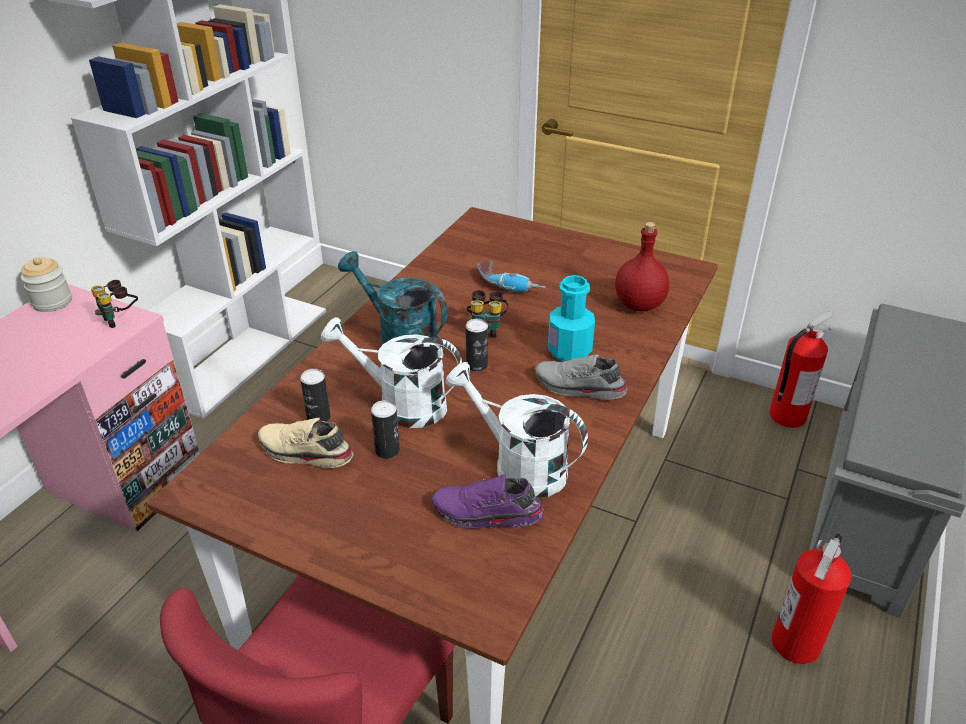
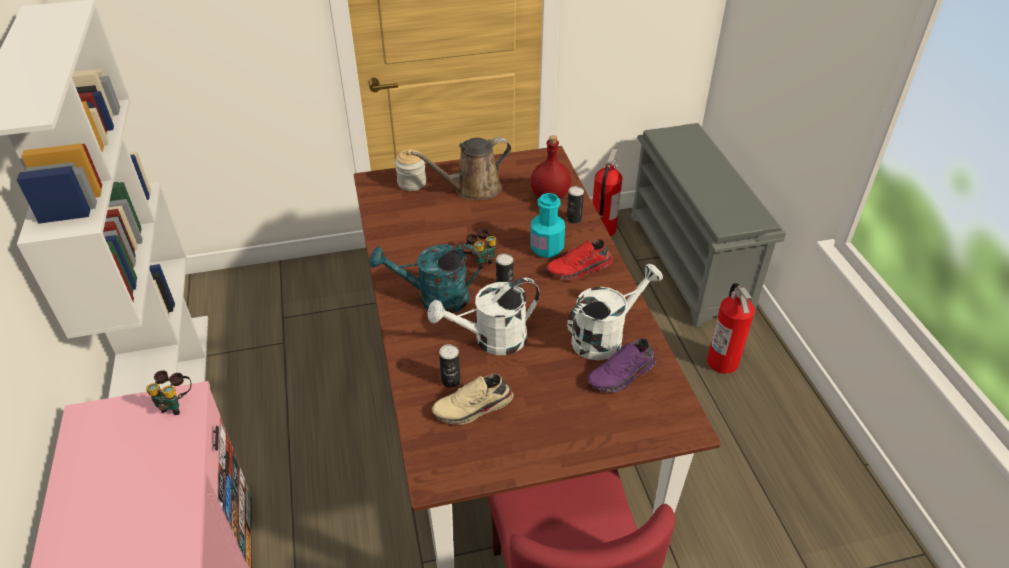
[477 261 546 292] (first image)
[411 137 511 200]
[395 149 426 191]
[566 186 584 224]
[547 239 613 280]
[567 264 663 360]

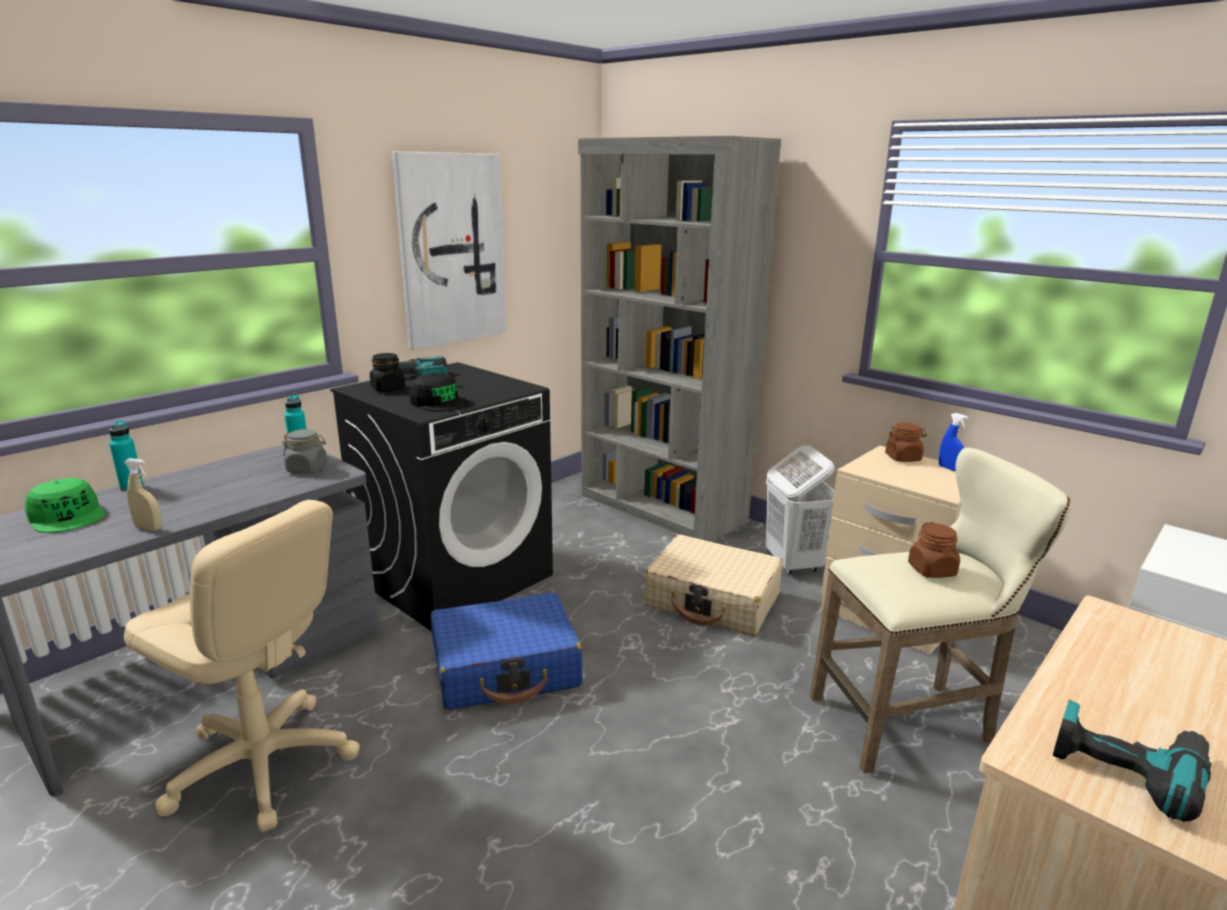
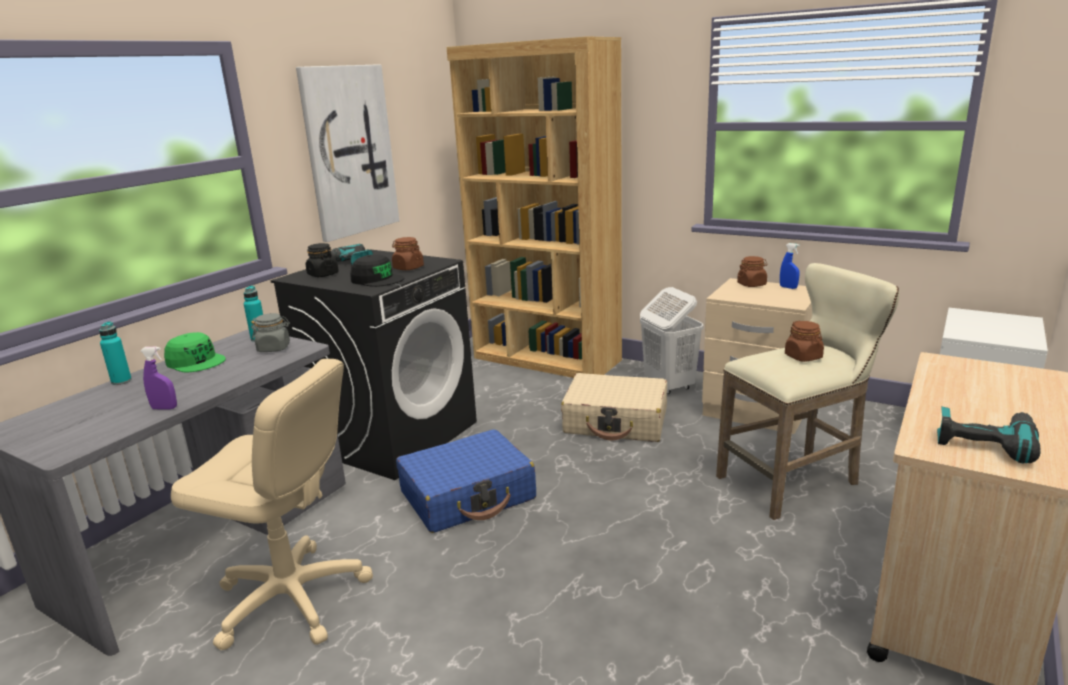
[392 237 424 270]
[164 332 226 372]
[140 346 177 409]
[447 36 622 378]

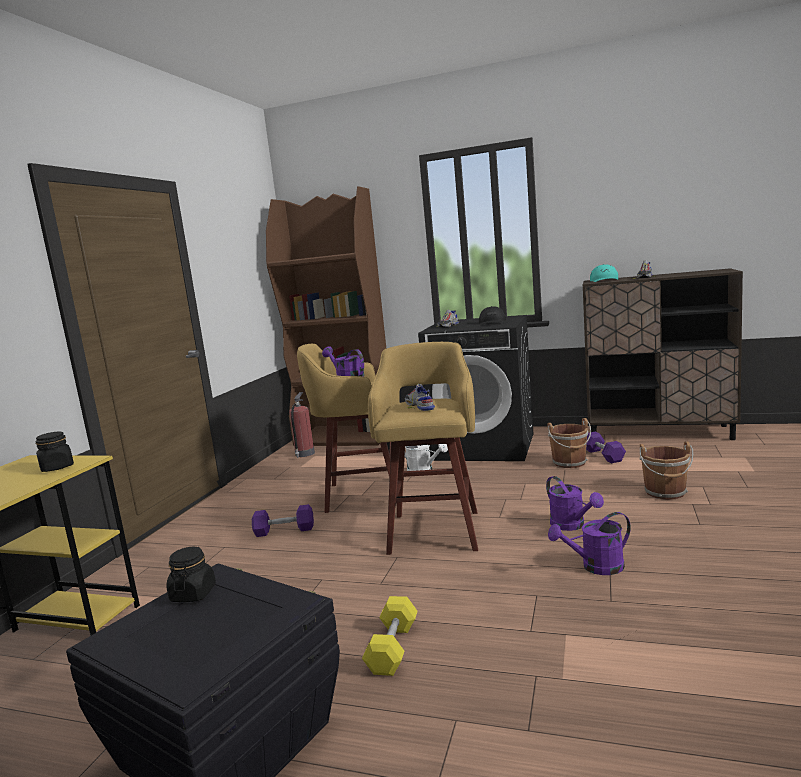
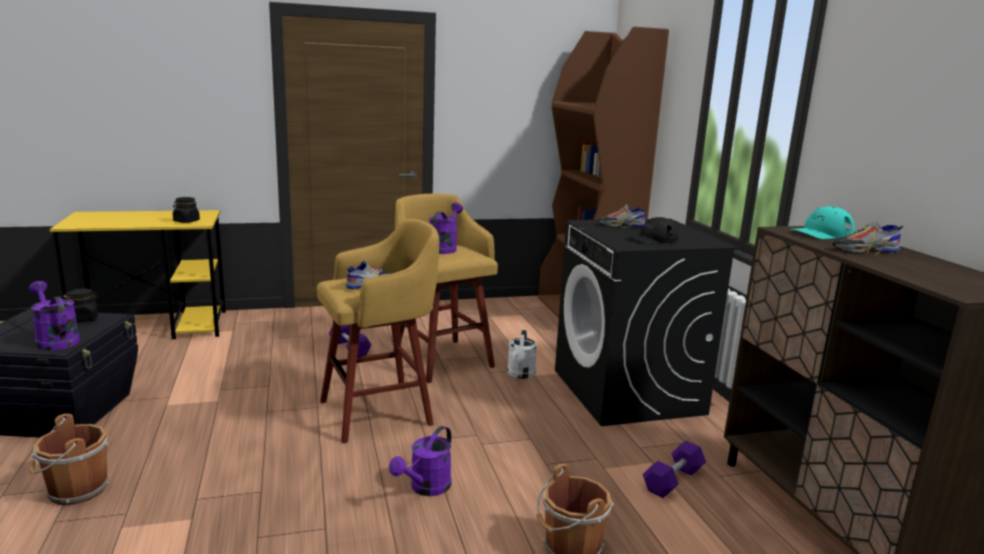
[289 392 315 458] (first image)
[362 596 418 676] (first image)
[29 414 109 505]
[29 281 80 351]

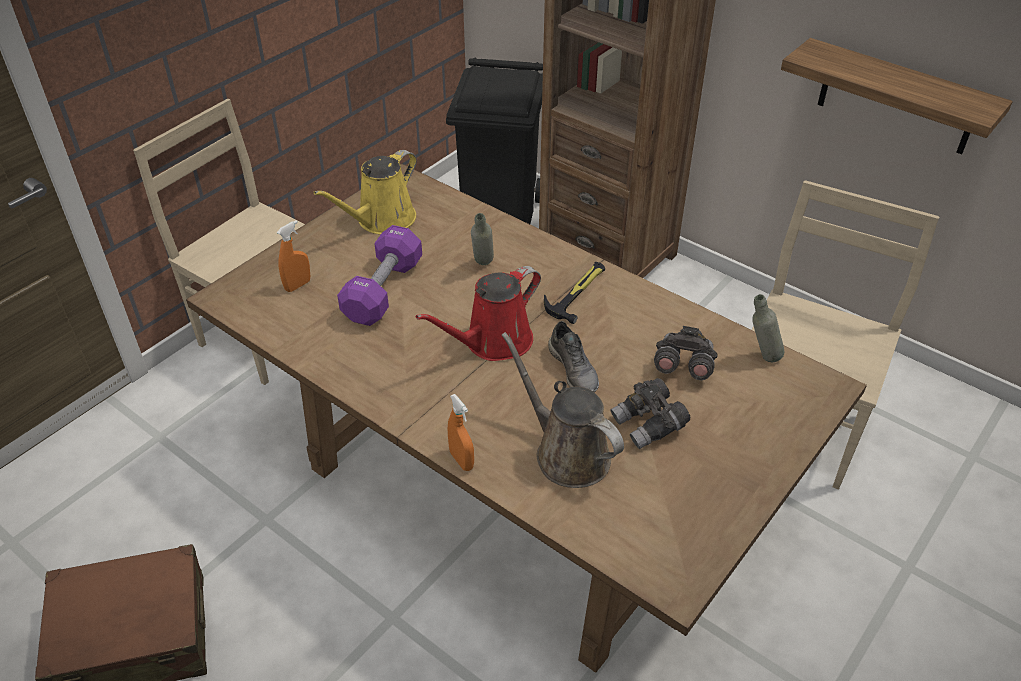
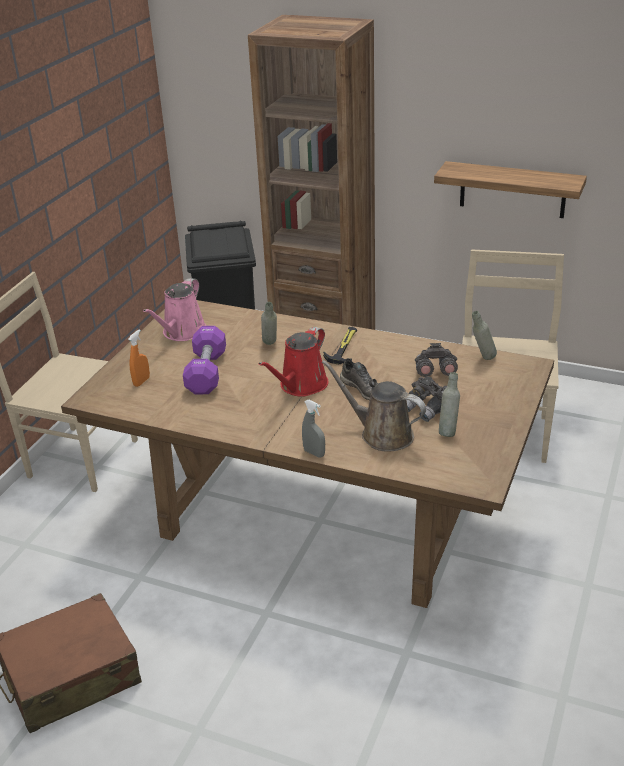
[439 372 460 437]
[143 278 206 341]
[302 400 325 457]

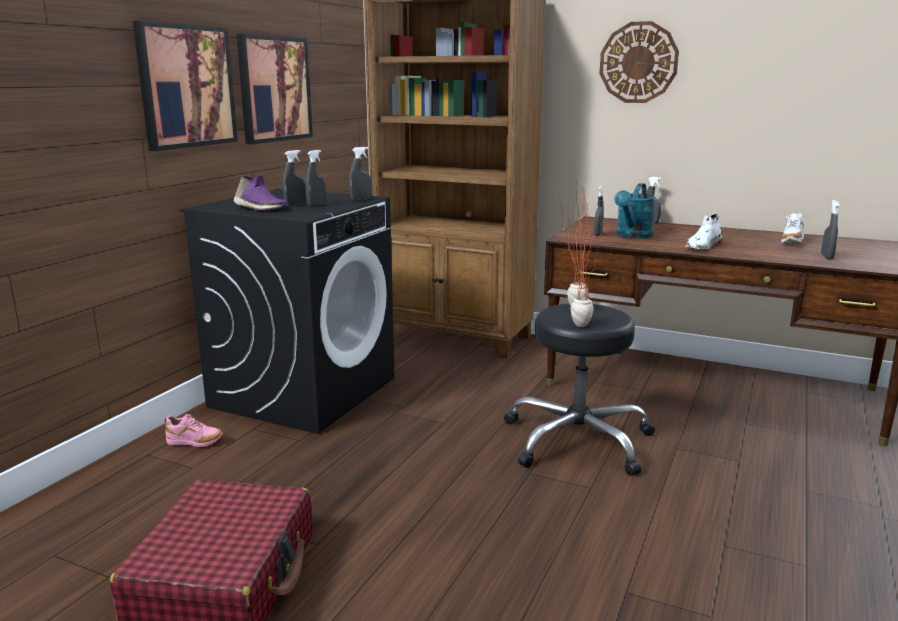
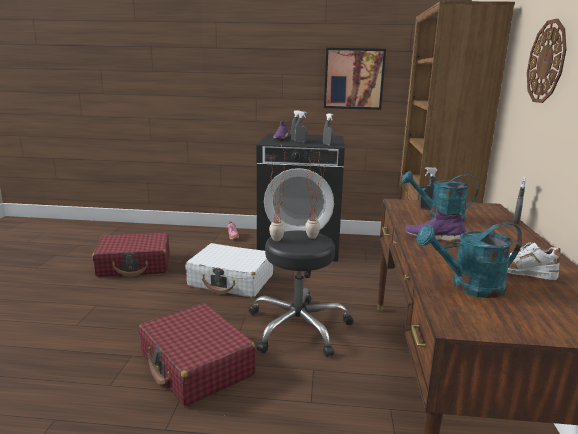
[133 20 238 151] (first image)
[139 303 256 407]
[185 243 273 298]
[416 222 522 298]
[405 209 466 243]

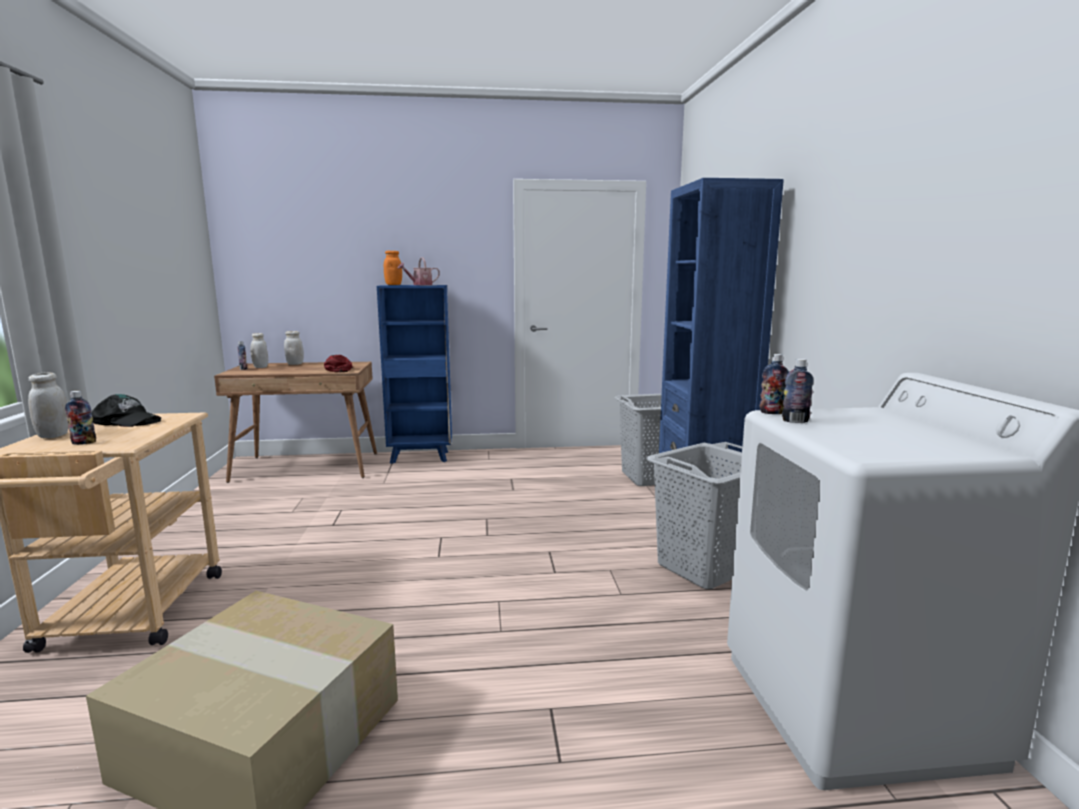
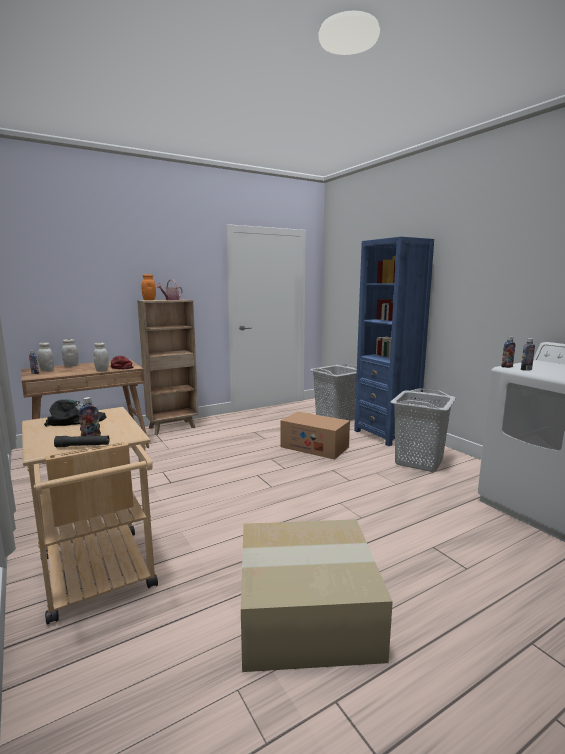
[54 436 110 447]
[281 411 350 460]
[94 342 109 372]
[137 299 198 435]

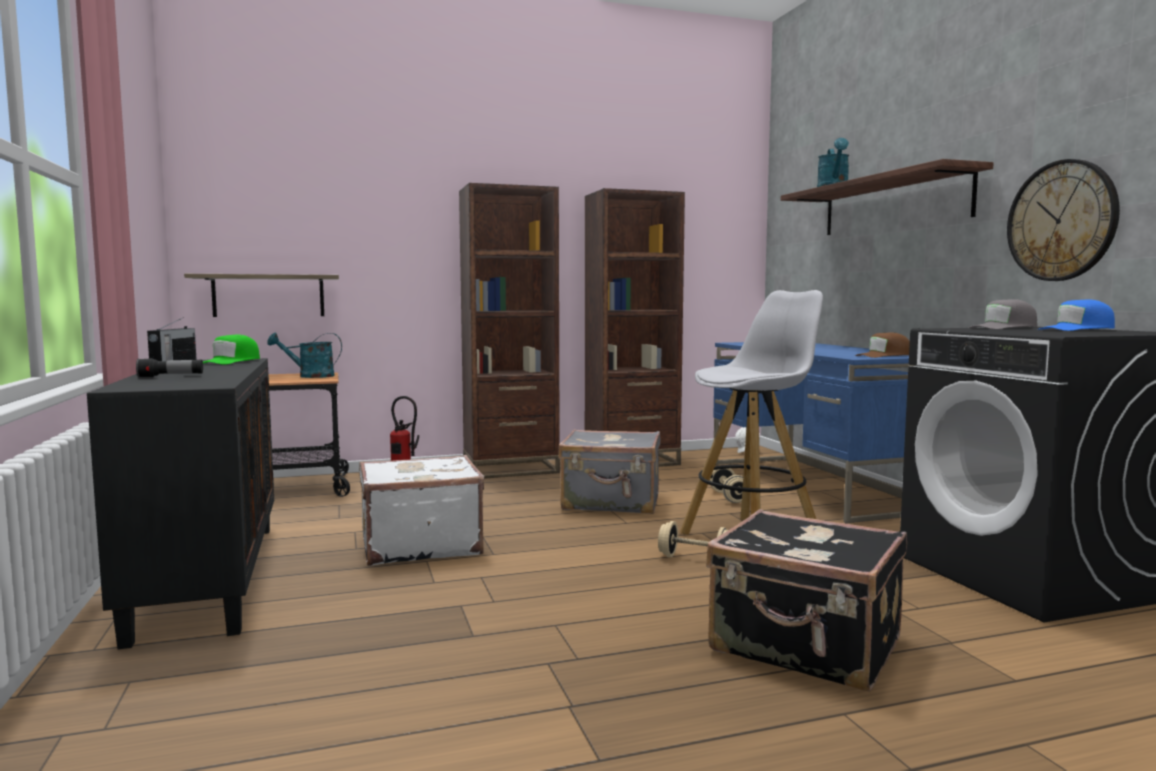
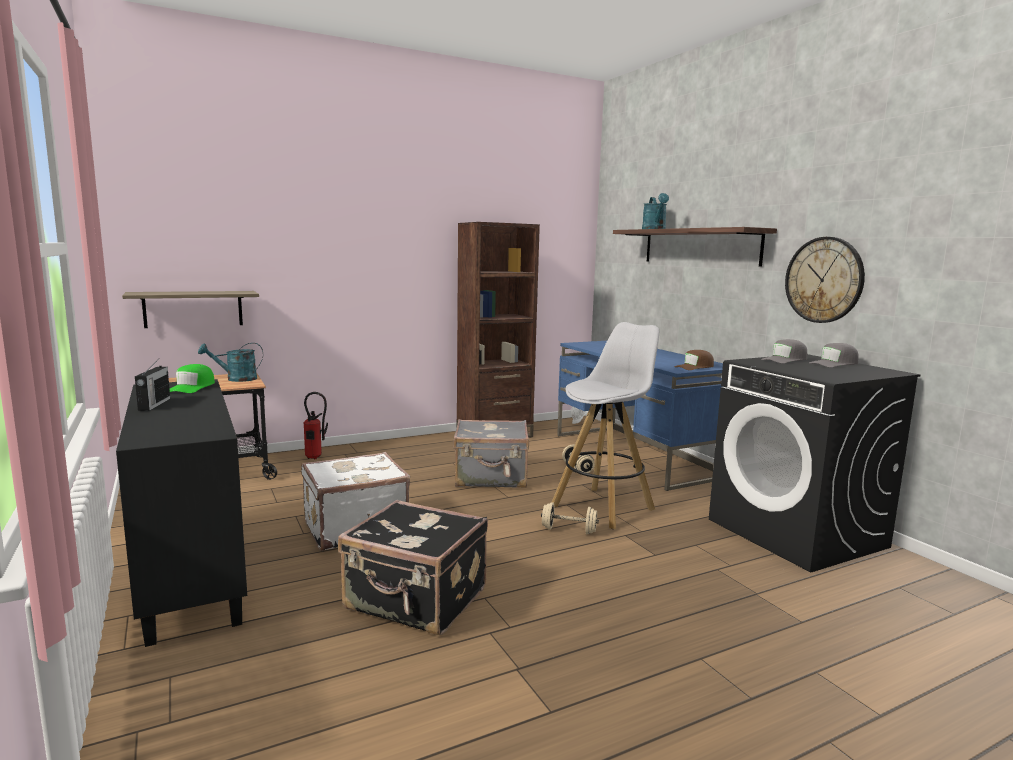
[136 358 203 378] (first image)
[459 183 560 479] (first image)
[338 500 488 635]
[809 343 859 367]

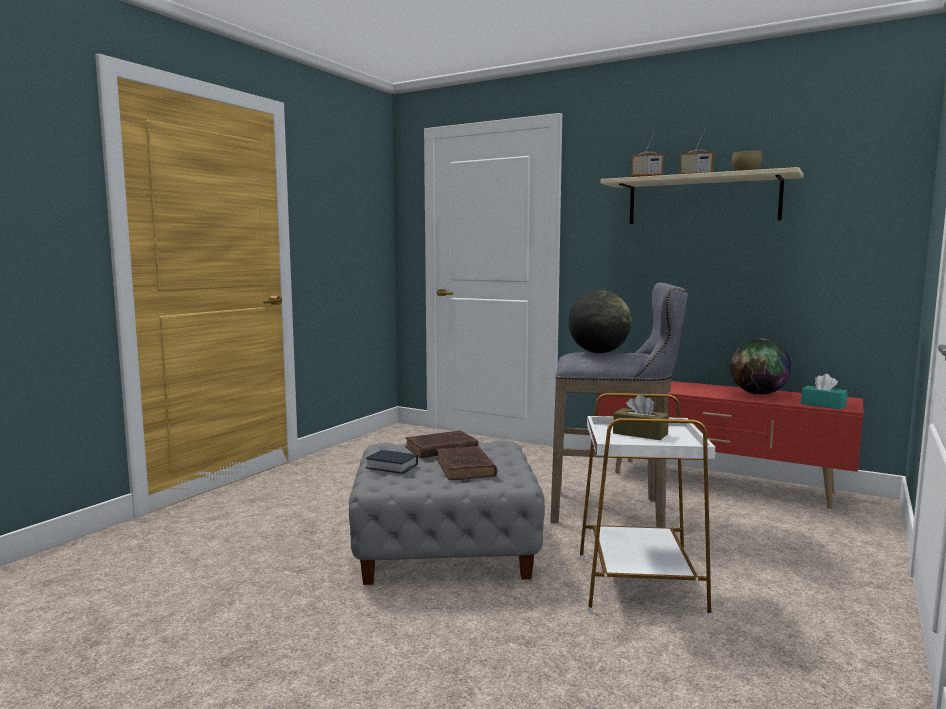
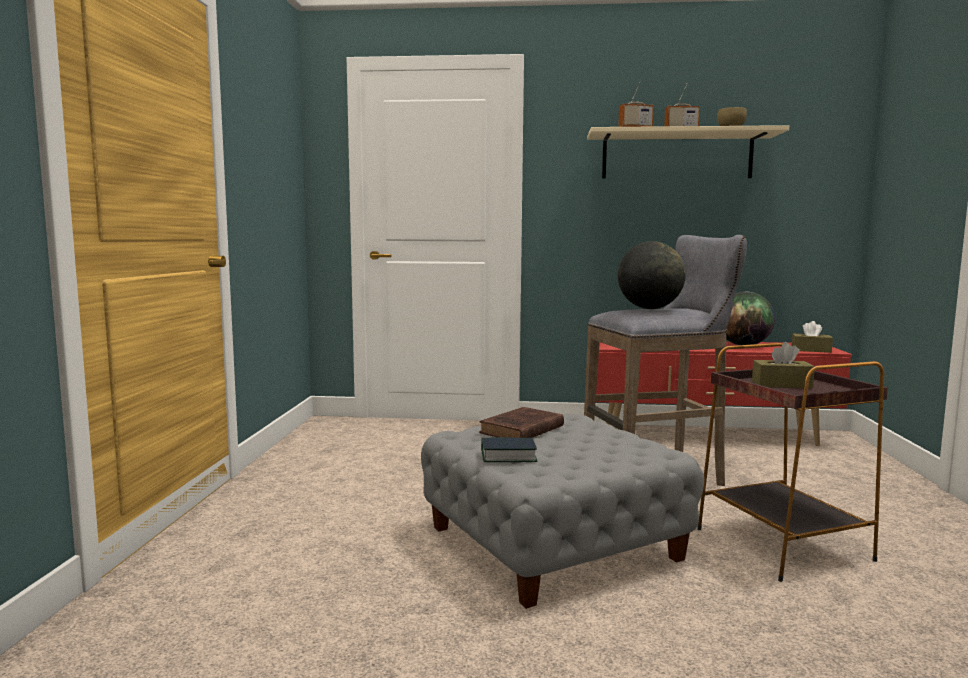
[436 446 497 480] (first image)
[697 343 888 582]
[792 321 833 353]

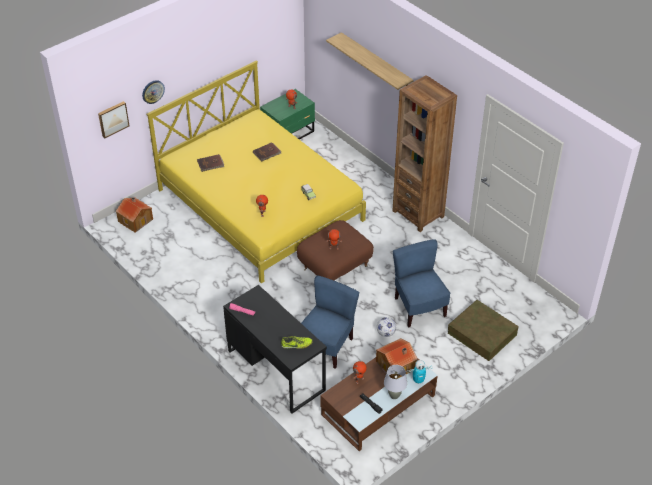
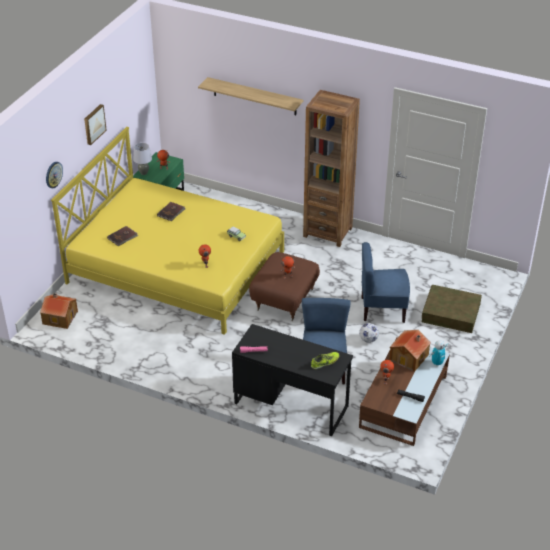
[84 104 106 145]
[133 143 152 175]
[362 242 410 323]

